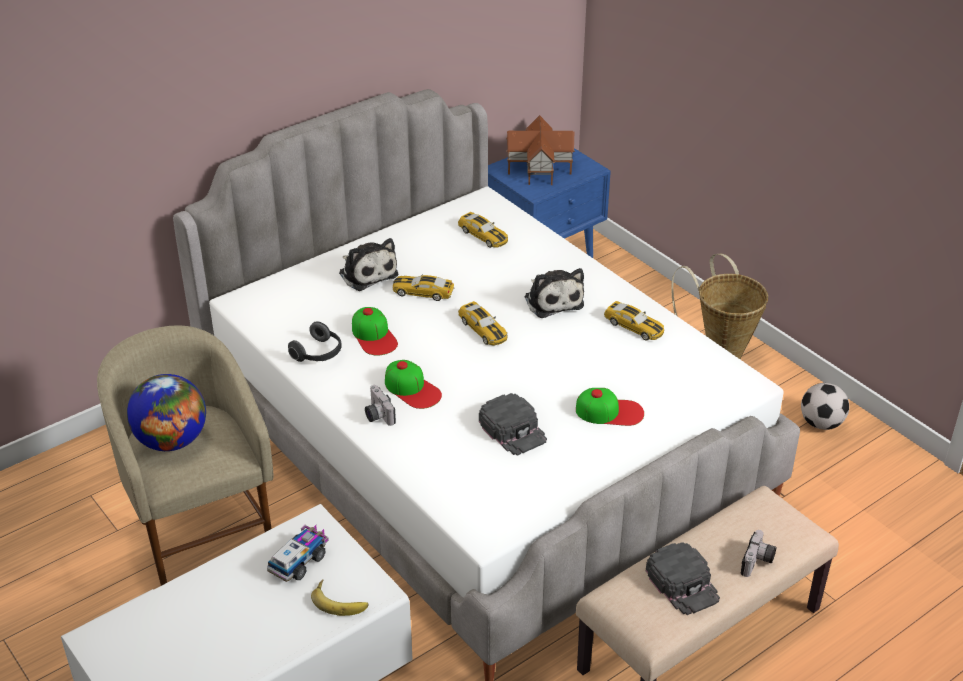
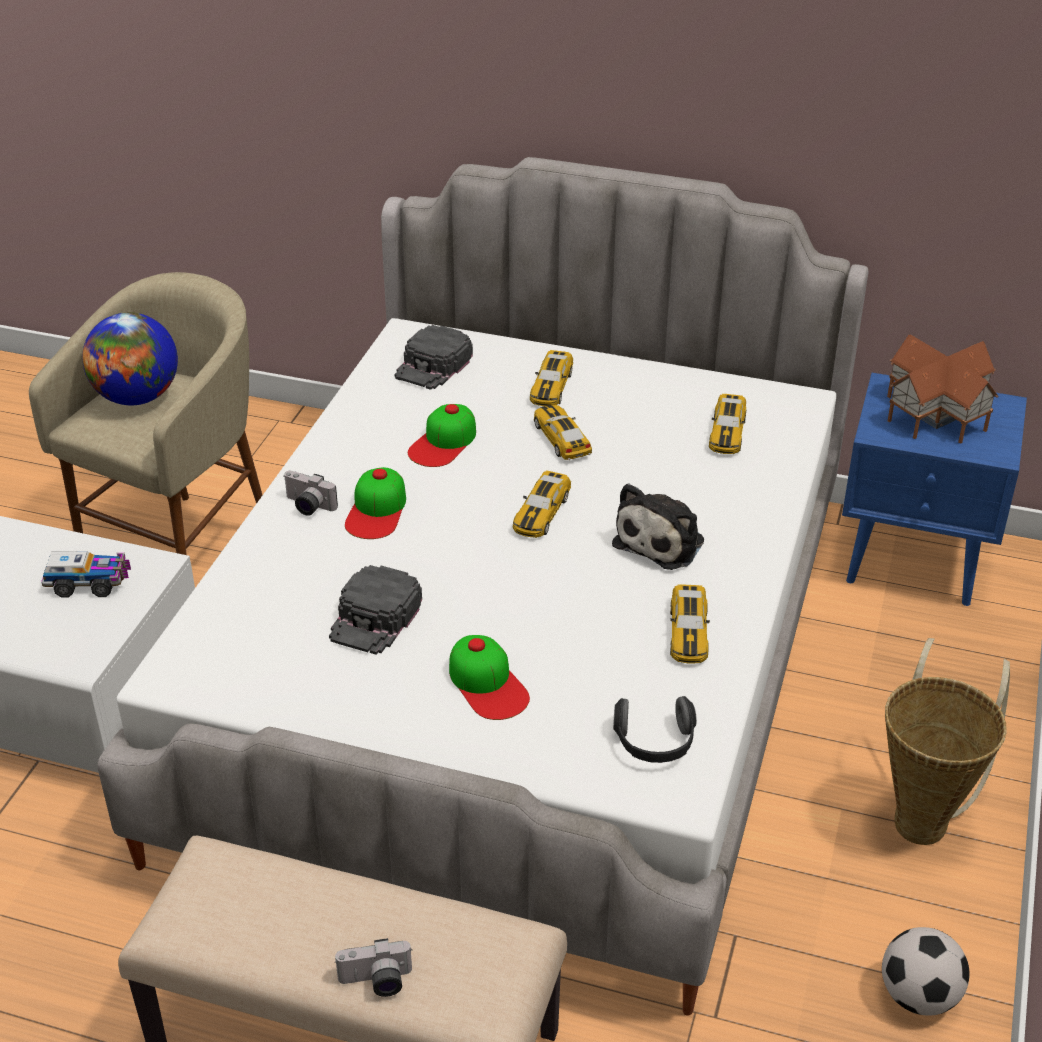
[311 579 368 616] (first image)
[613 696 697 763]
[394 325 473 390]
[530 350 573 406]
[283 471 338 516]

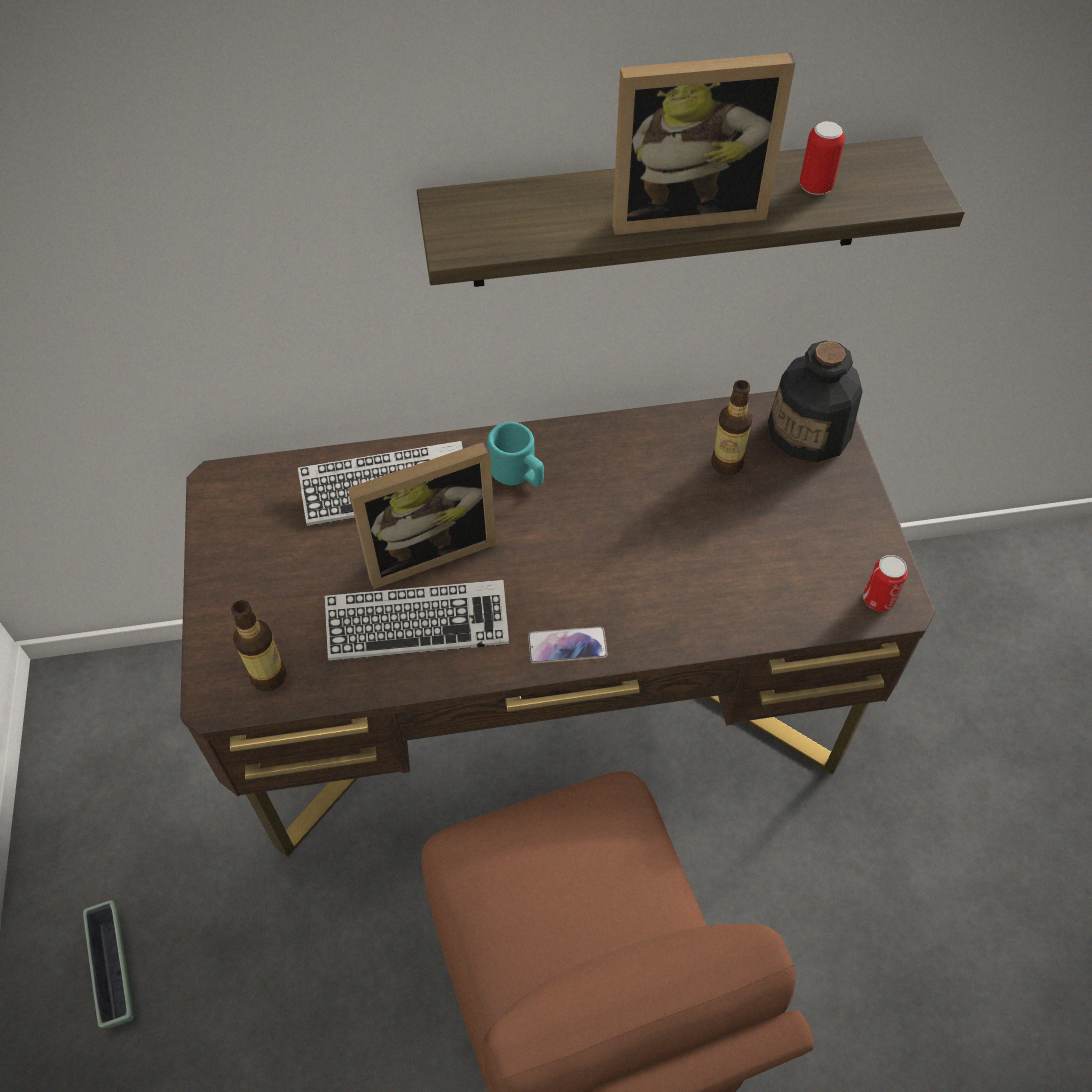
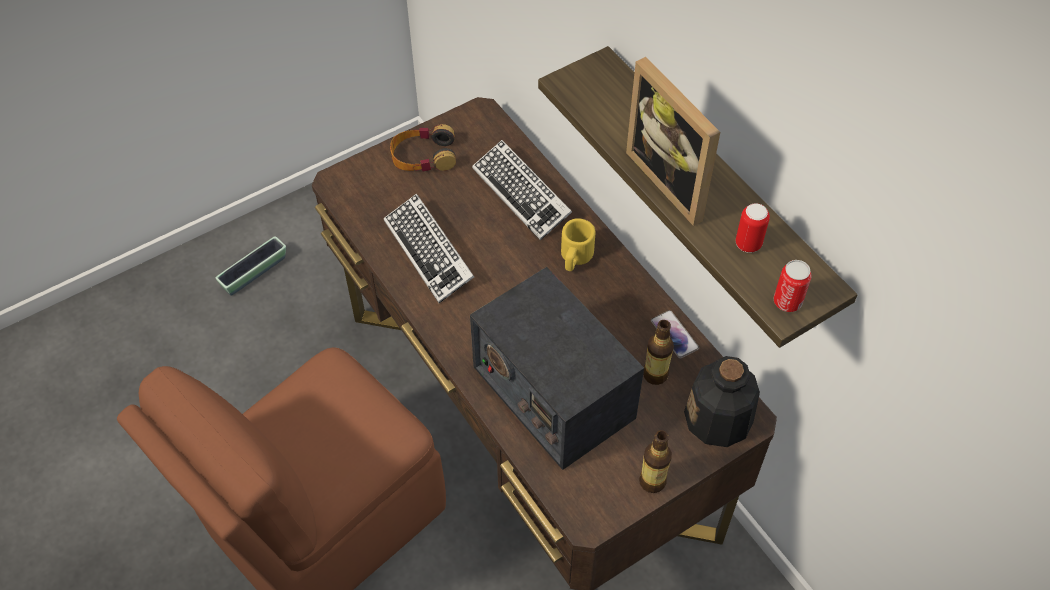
[348 442 497 589] (first image)
[390 124 456 172]
[470 267 644 470]
[639 430 672 493]
[651 310 699 359]
[774 260 812 312]
[561 218 596 271]

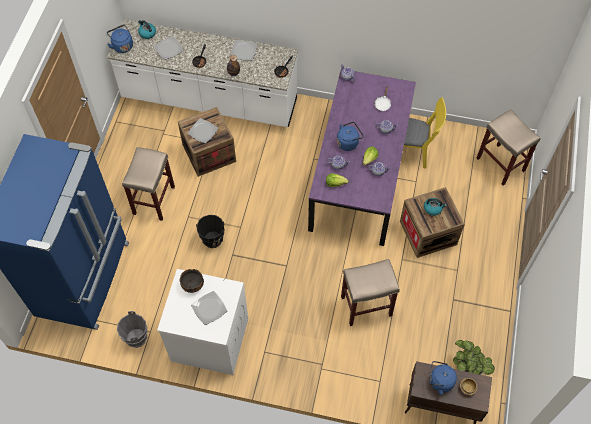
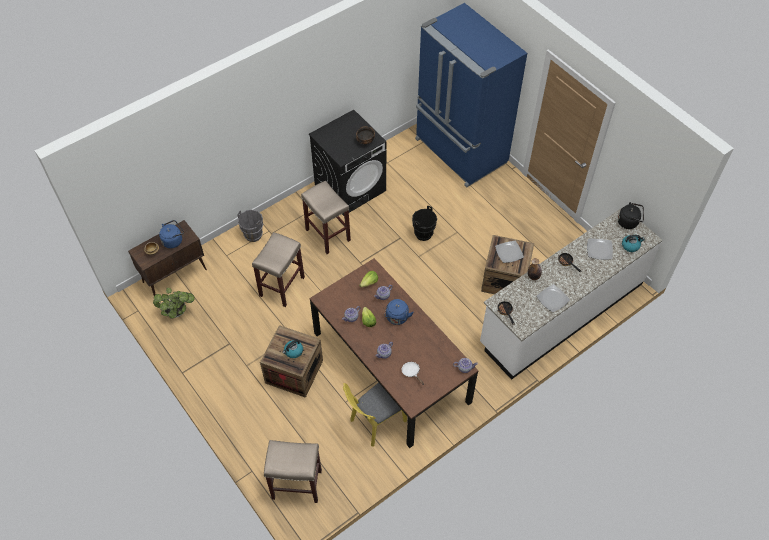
[191 291 227 325] (first image)
[237 209 263 242]
[301 180 351 254]
[618 202 644 229]
[309 110 386 216]
[310 258 478 448]

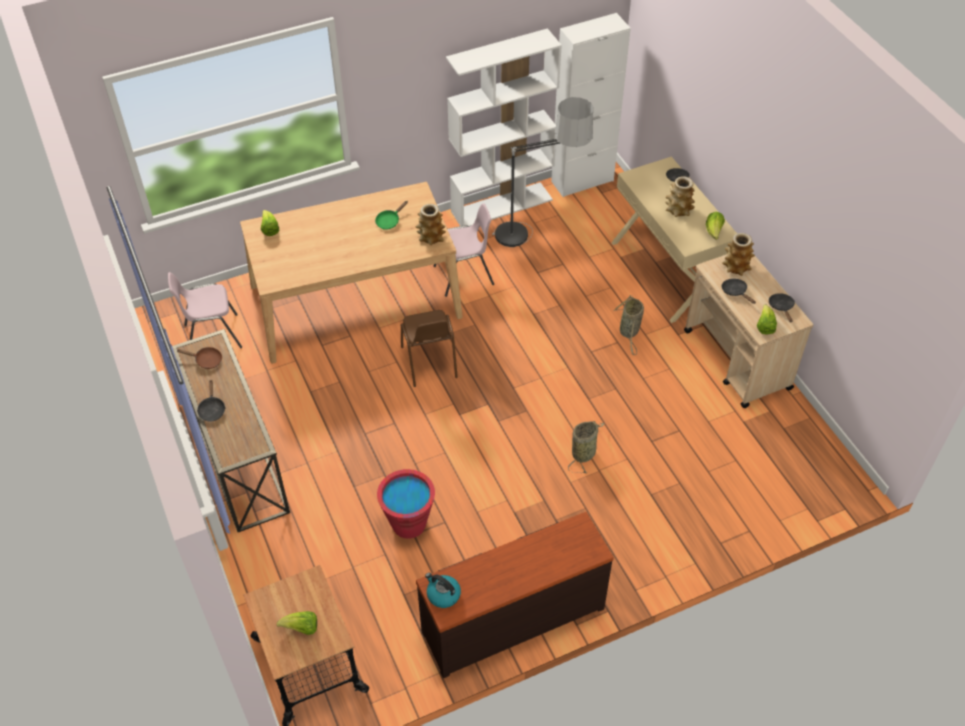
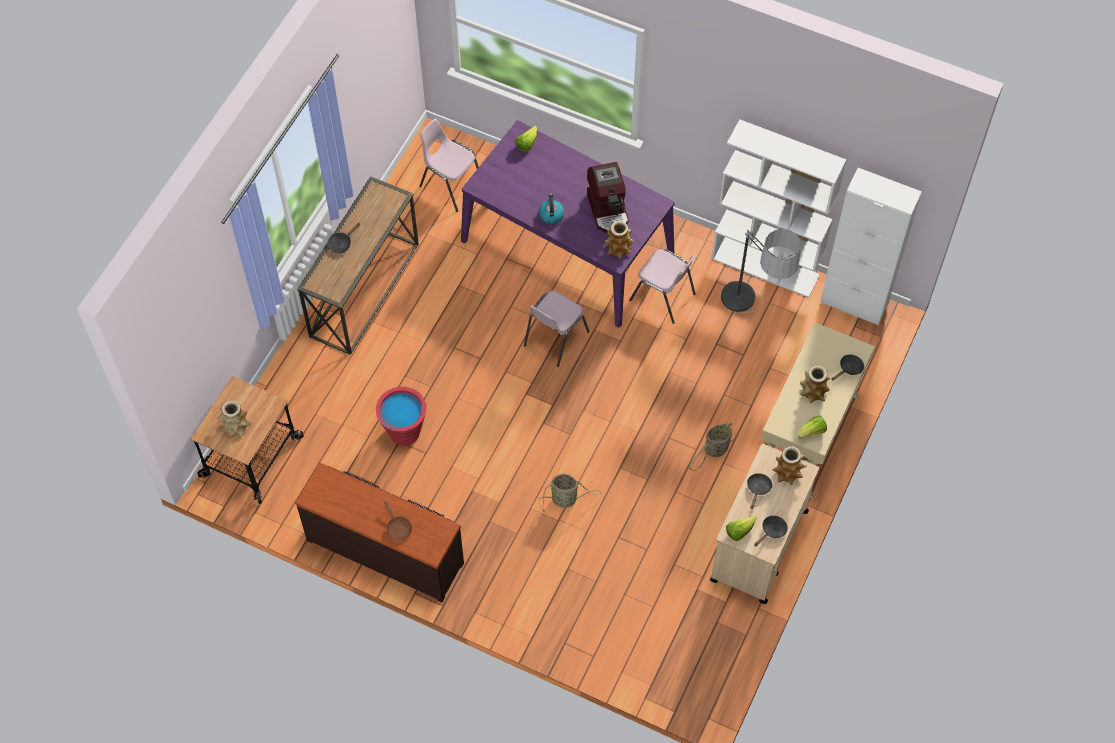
[384 501 412 541]
[539 193 564 224]
[217 400 251 438]
[587 162 629 233]
[461 120 675 328]
[524 290 590 367]

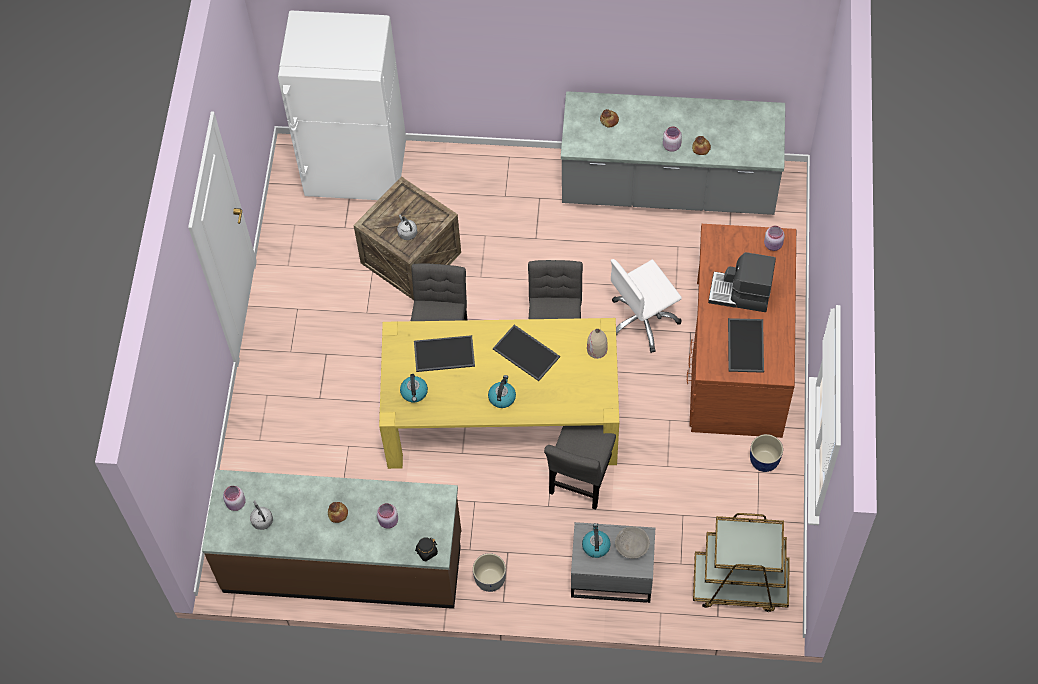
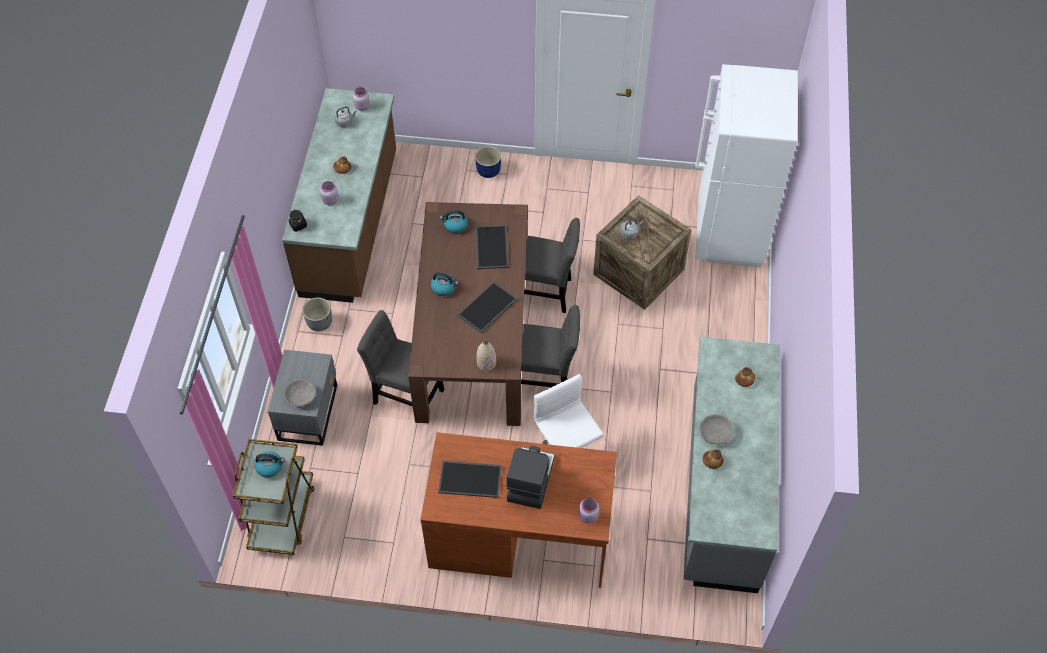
[254 451 285 478]
[475 146 501 178]
[700 414 734 444]
[408 202 528 426]

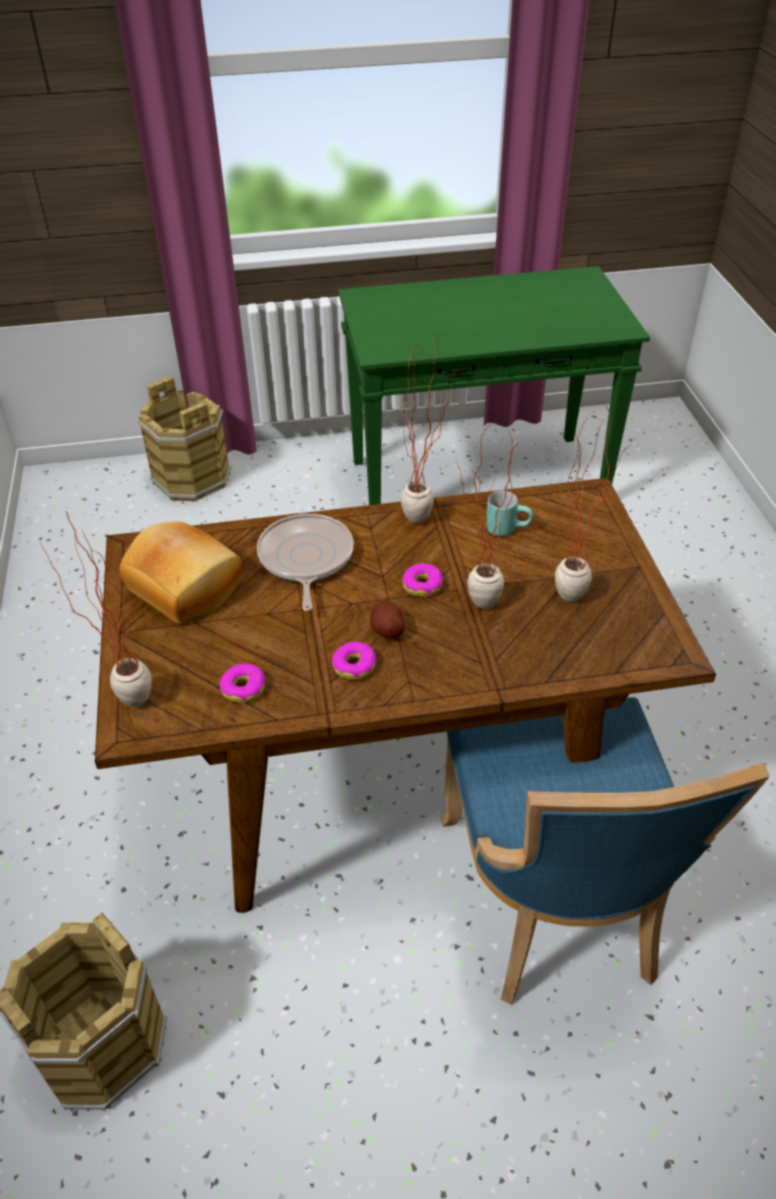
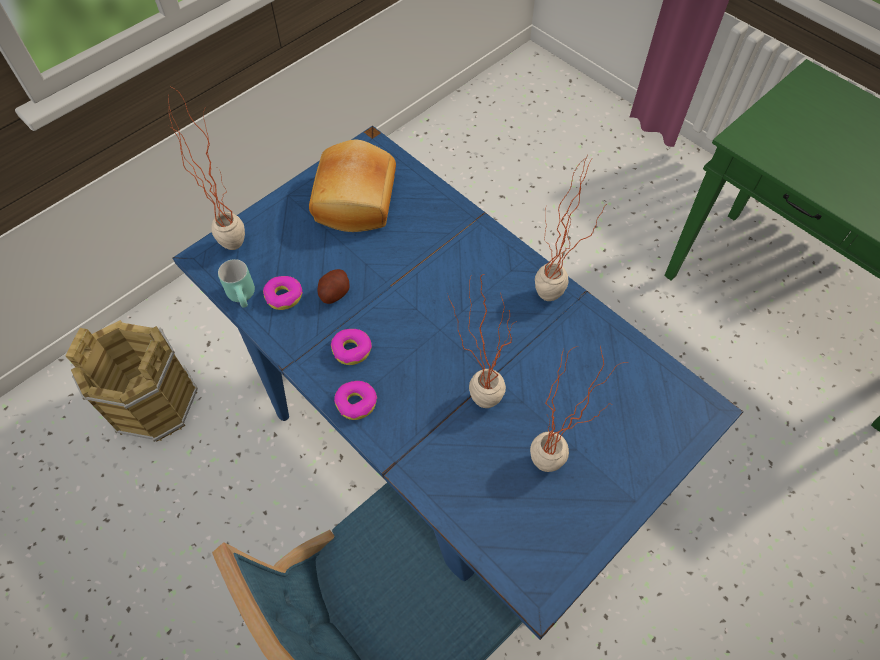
[138 376 231 502] (first image)
[257 514 354 611] (first image)
[317 269 350 304]
[334 381 377 420]
[218 259 255 308]
[173 126 743 640]

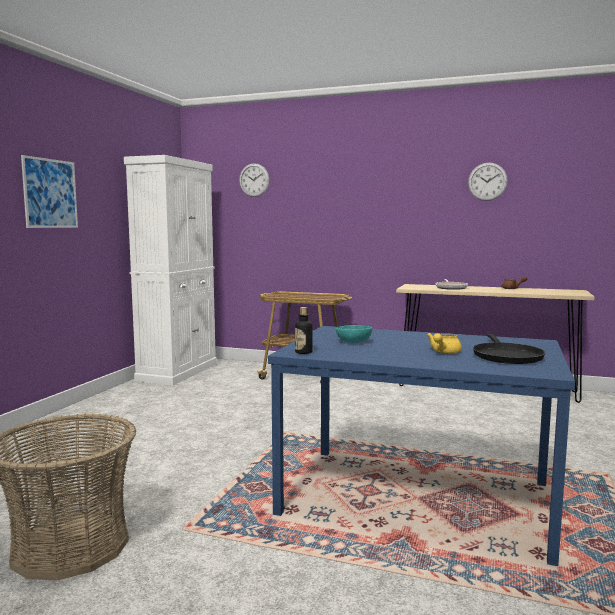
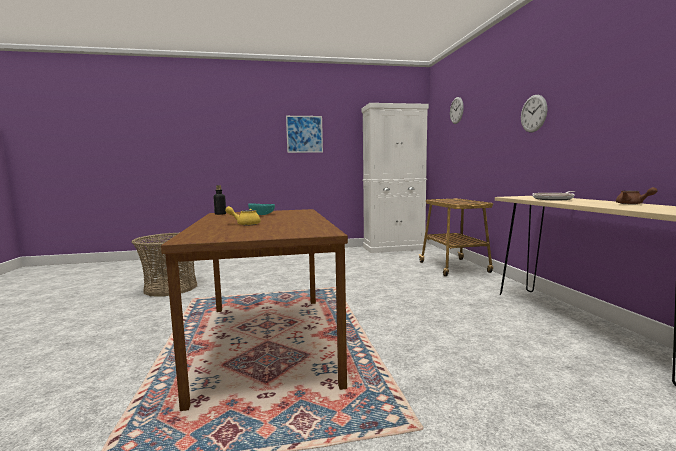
[473 334 545 364] (first image)
[521 95 548 132]
[161 209 348 411]

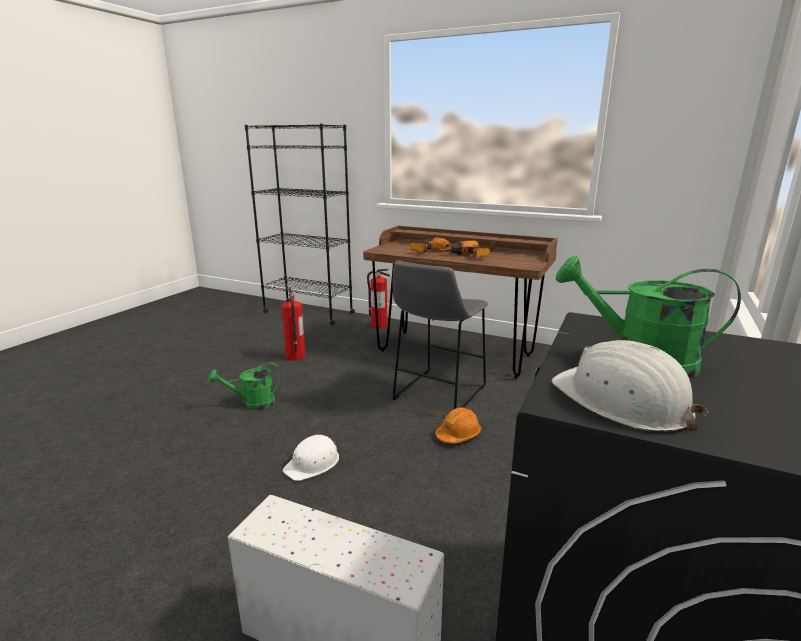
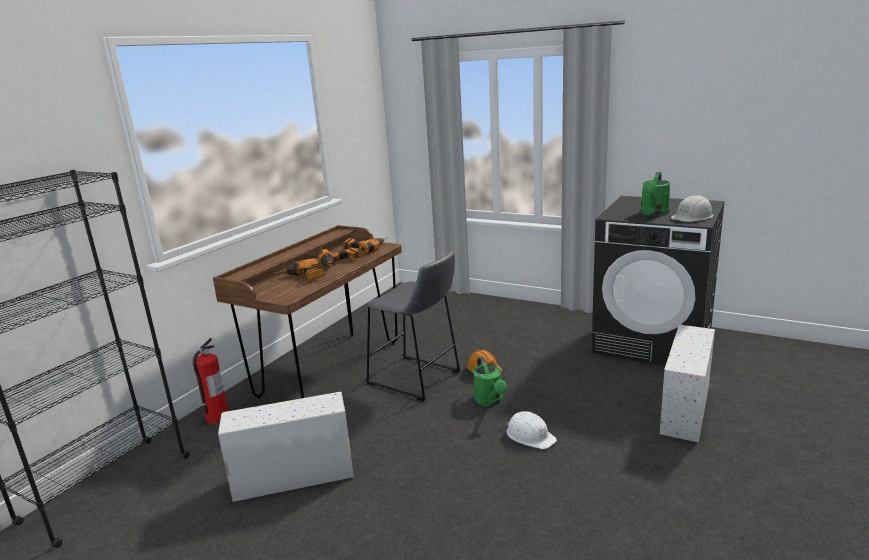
[343 237 388 254]
[473 356 507 406]
[218 392 354 502]

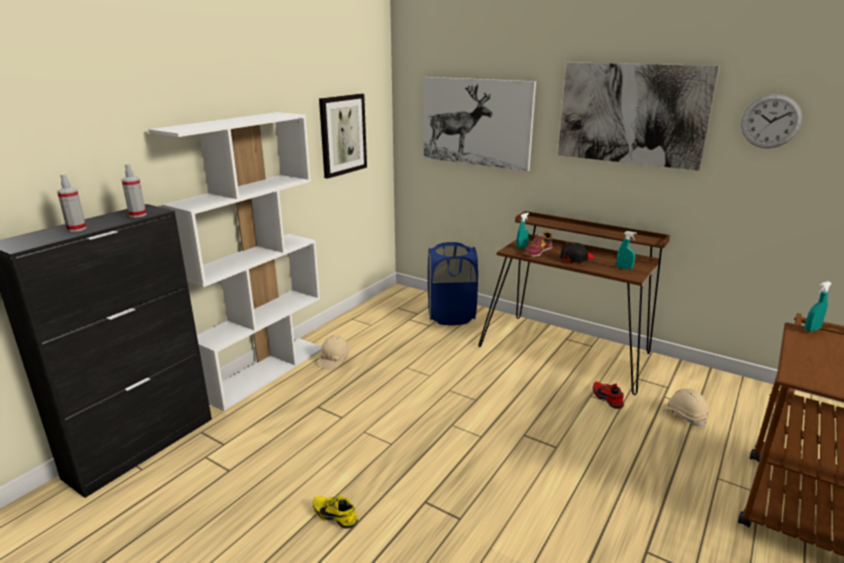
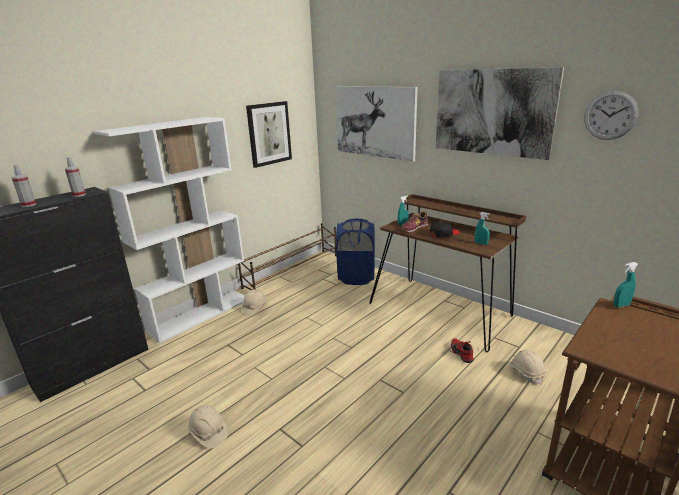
[238 223 337 290]
[188 405 228 449]

